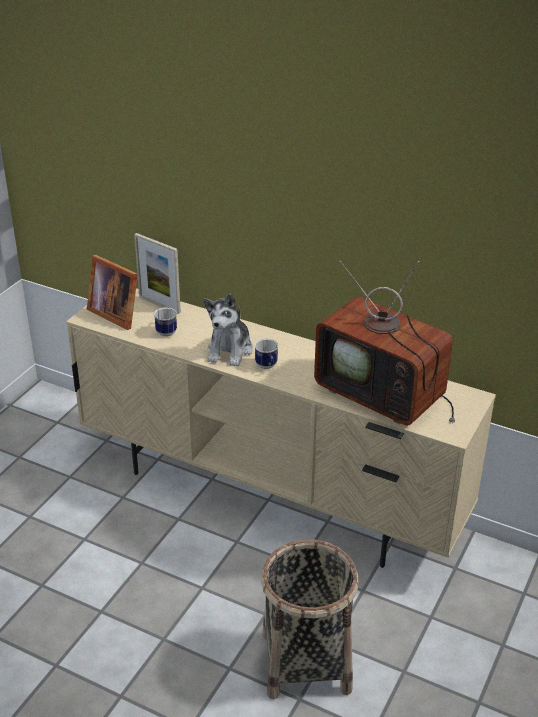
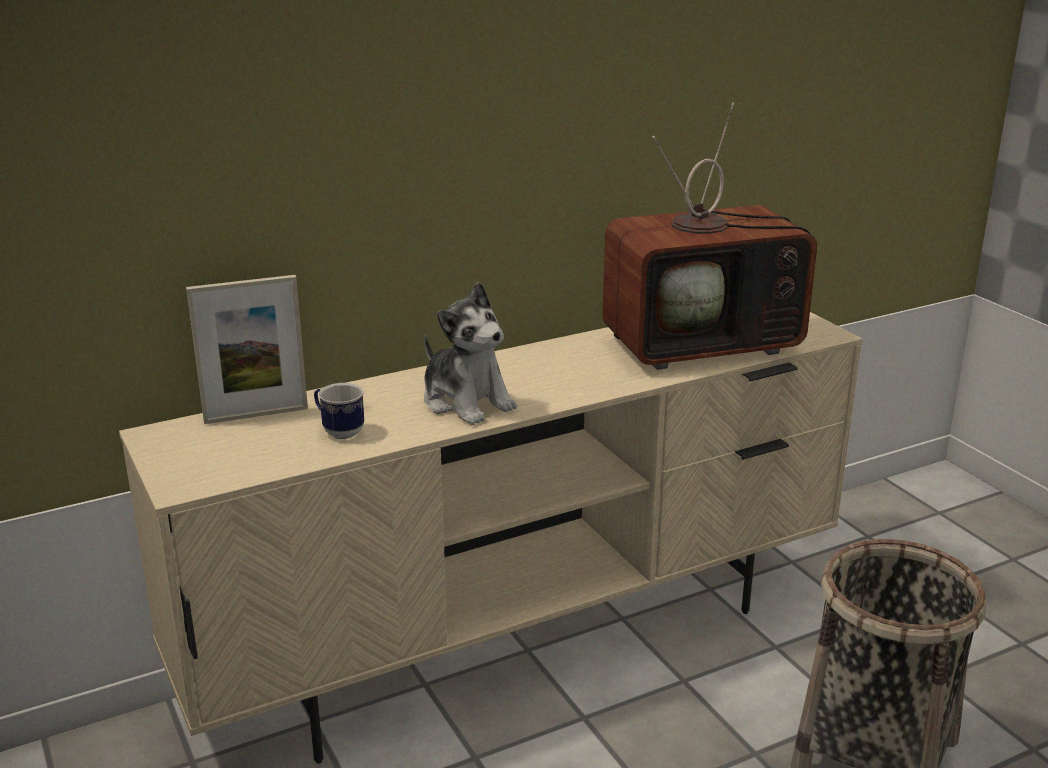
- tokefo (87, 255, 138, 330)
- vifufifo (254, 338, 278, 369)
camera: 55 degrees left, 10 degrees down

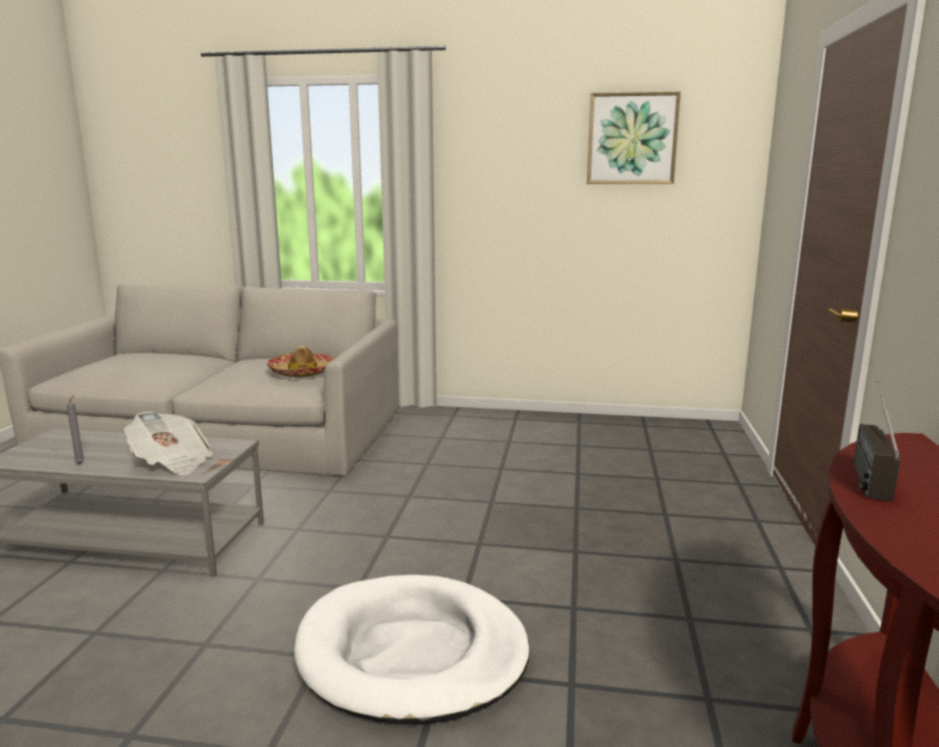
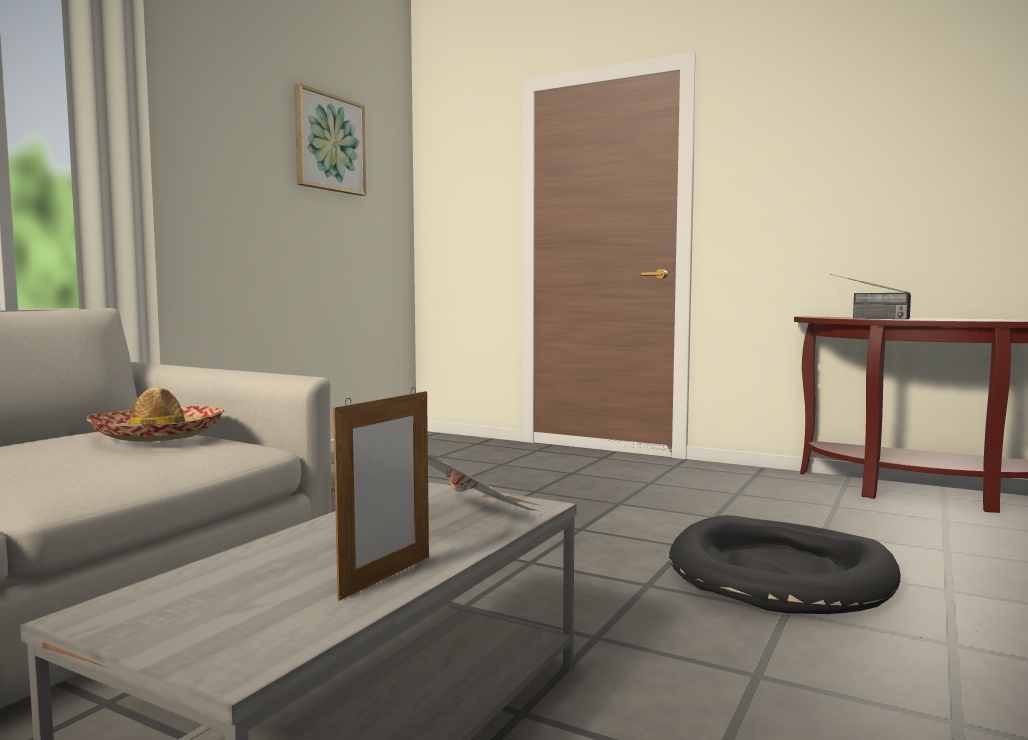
~ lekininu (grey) (66, 395, 84, 464) to tokefo (333, 387, 429, 601)
~ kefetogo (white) (294, 575, 530, 725) to kefetogo (black) (669, 515, 901, 614)
camera: 70 degrees left, 10 degrees down

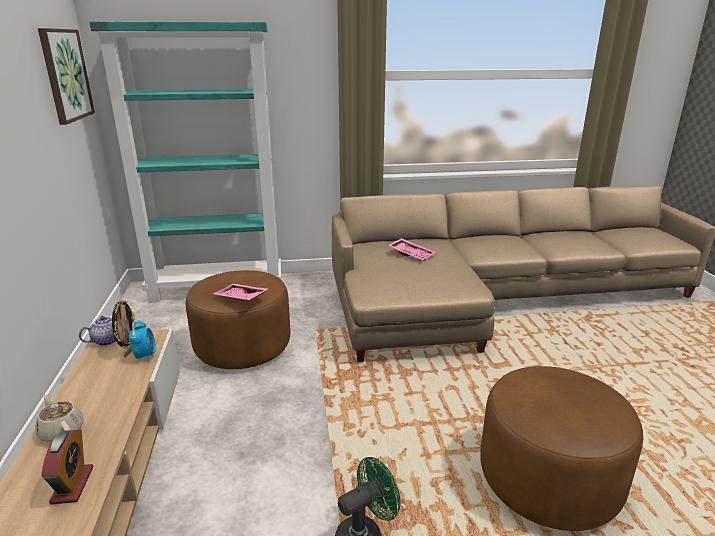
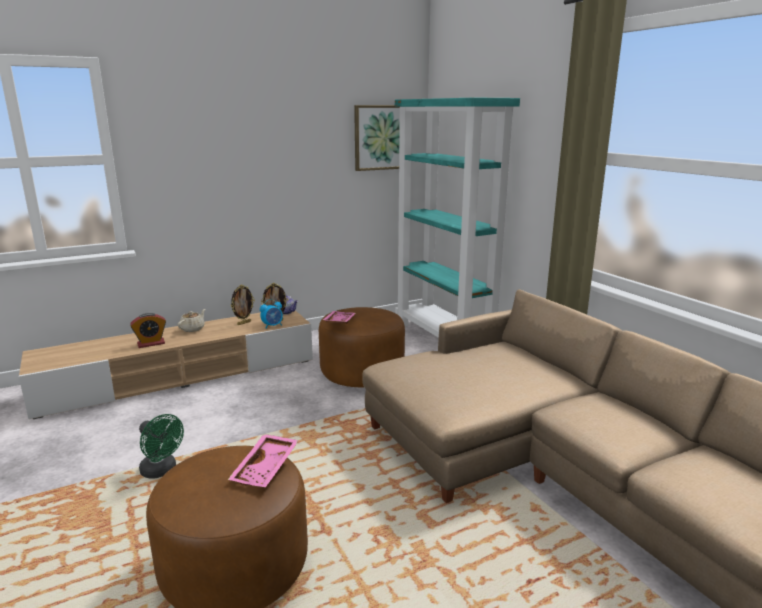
~ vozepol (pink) (388, 238, 436, 261) to (228, 434, 299, 487)
+ tokefo (231, 285, 255, 325)
camera: 70 degrees right, 5 degrees down

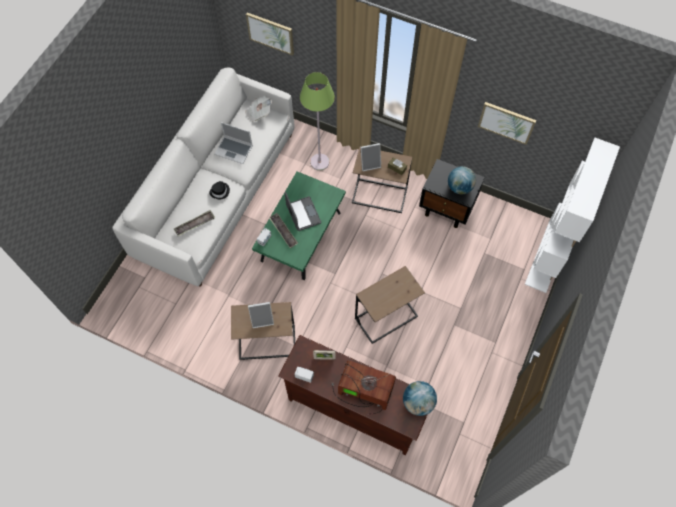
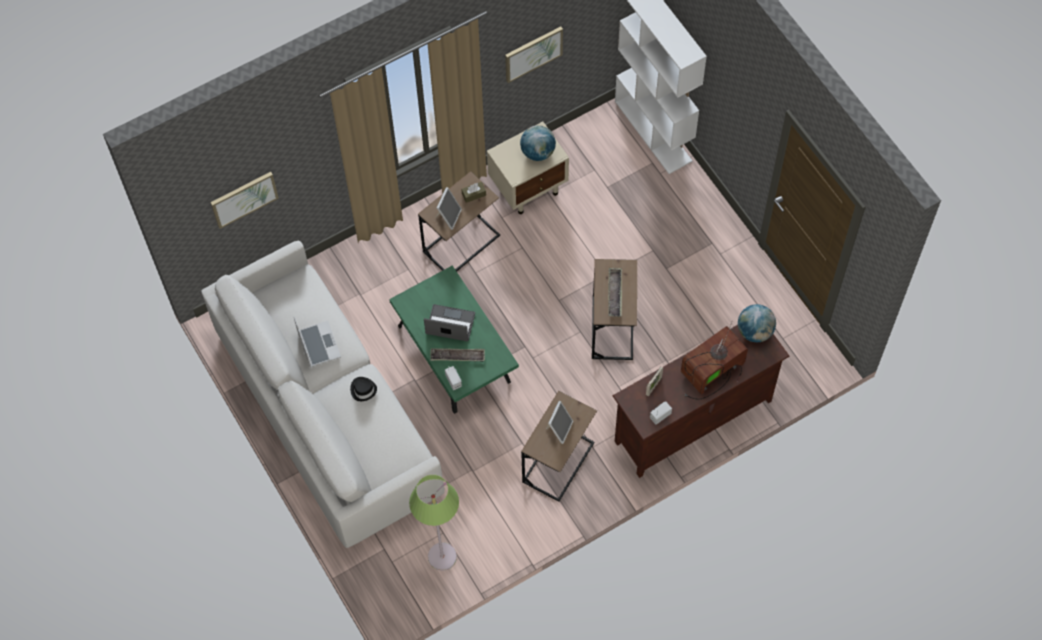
~ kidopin (215, 122, 253, 164) = (294, 316, 341, 368) 75 degrees counterclockwise
~ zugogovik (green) (300, 72, 335, 171) to (409, 475, 459, 571)
~ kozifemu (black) (419, 159, 485, 228) to kozifemu (beige) (487, 122, 569, 214)
~ vozepol (174, 210, 215, 236) to (608, 268, 622, 317)
- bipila (245, 95, 272, 122)
camera: 55 degrees left, 0 degrees up

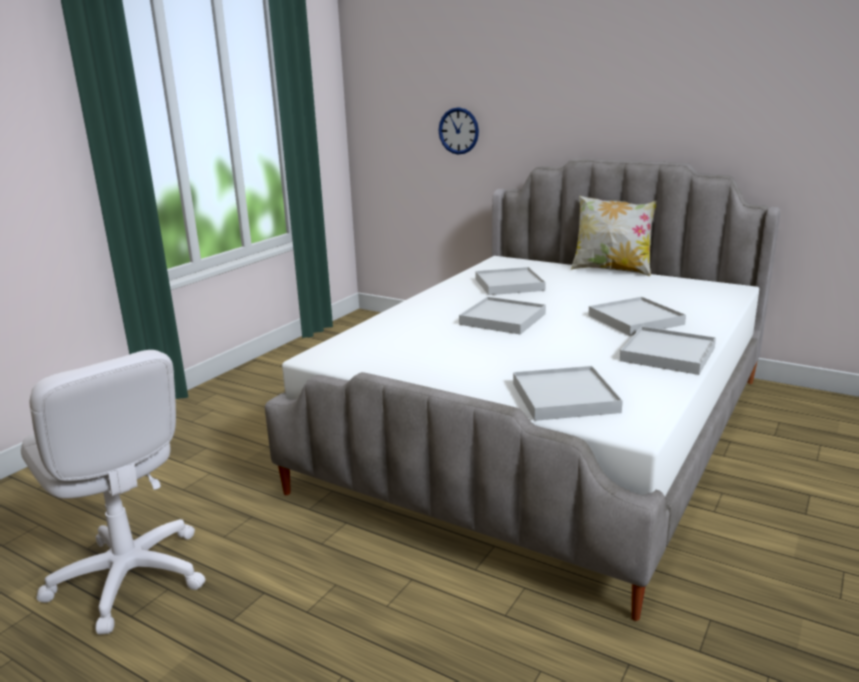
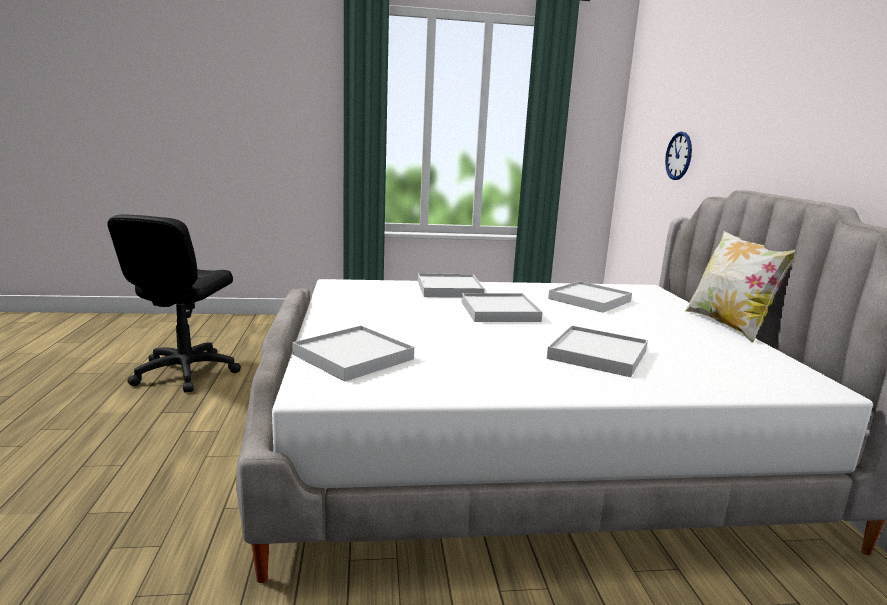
~ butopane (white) (21, 350, 205, 635) to butopane (black) (107, 214, 241, 392)
~ vozepol (white) (620, 326, 716, 375) to (418, 273, 485, 297)
camera: 50 degrees right, 5 degrees down

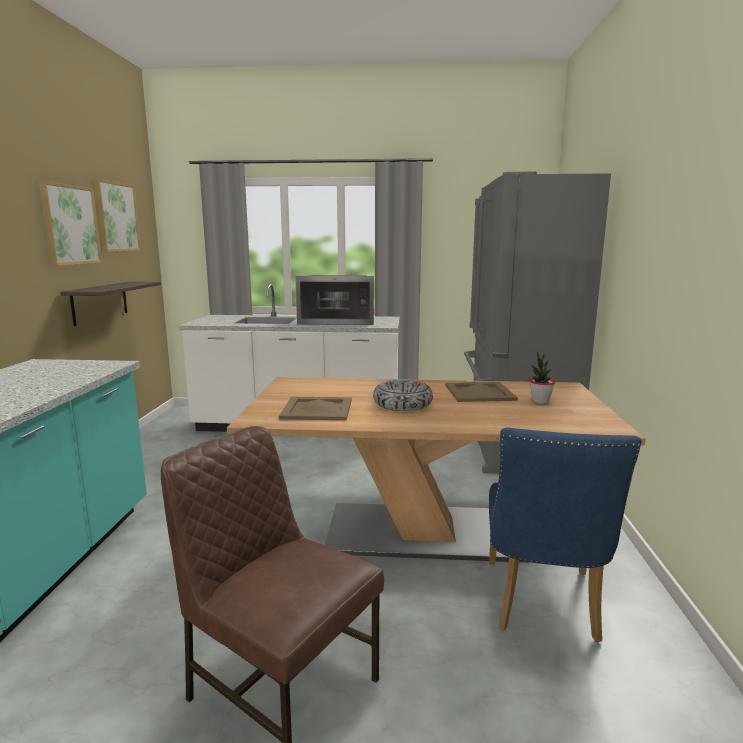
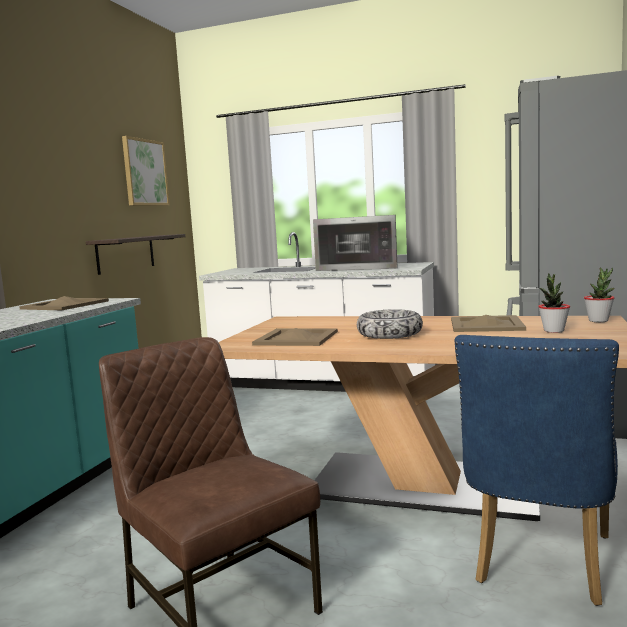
+ vozepol (beige) (19, 296, 109, 310)
+ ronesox (584, 267, 615, 322)
- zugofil (39, 181, 102, 266)
camera: 15 degrees right, 5 degrees down

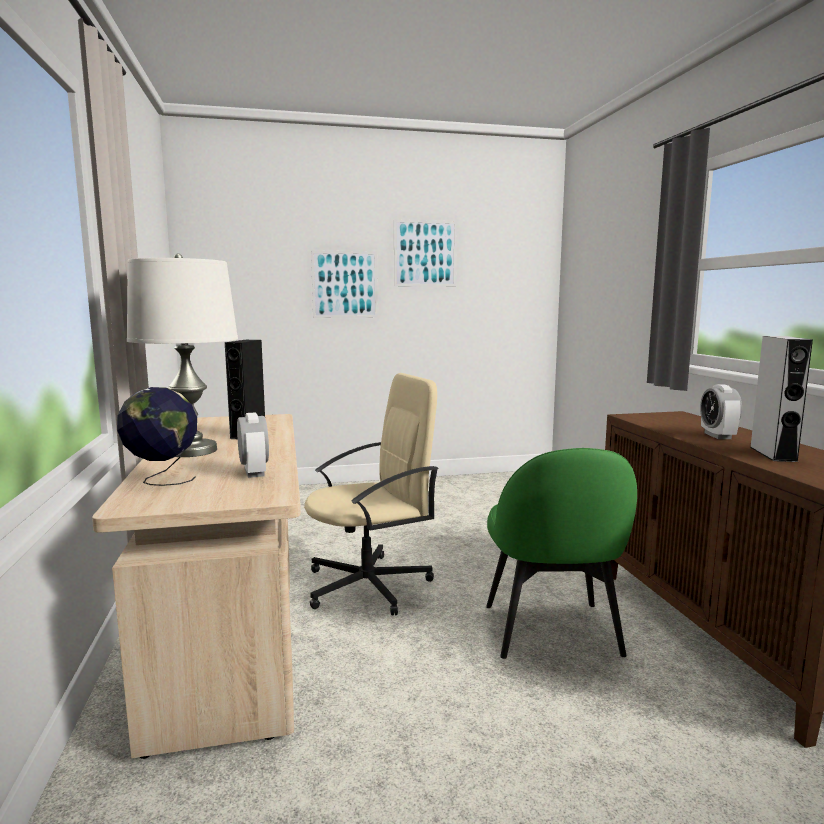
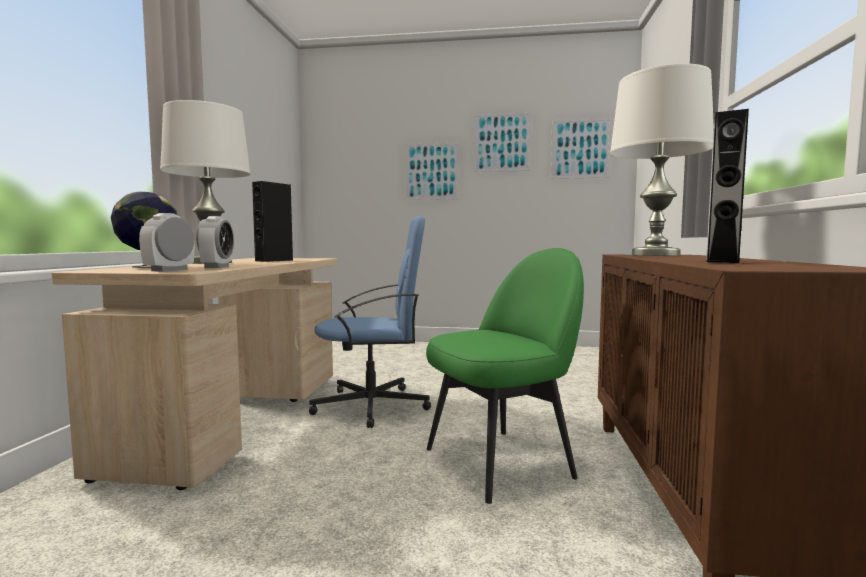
~ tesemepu (700, 384, 742, 439) to (139, 213, 195, 272)
~ butopane (beige) (304, 373, 439, 616) to butopane (blue) (309, 216, 431, 428)
~ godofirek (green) (486, 448, 637, 659) = (426, 248, 584, 504) 135 degrees counterclockwise
+ zugofil (551, 118, 612, 179)
+ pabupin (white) (610, 64, 714, 256)
camera: 20 degrees right, 5 degrees down

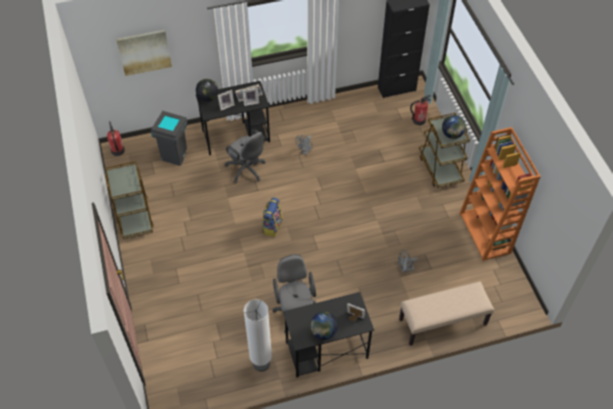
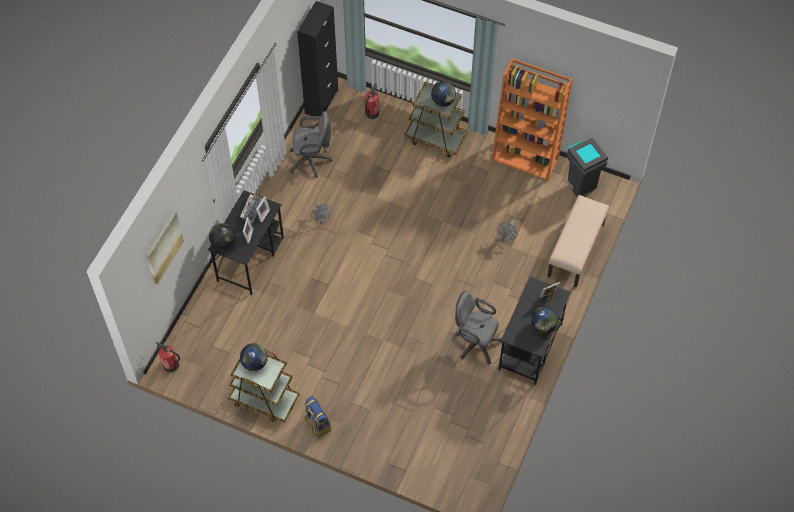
+ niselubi (240, 343, 268, 371)
~ butopane (grey) (225, 129, 265, 183) to (290, 111, 333, 178)
~ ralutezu (262, 197, 283, 237) to (304, 396, 331, 438)
~ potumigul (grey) (151, 111, 187, 166) to (566, 138, 608, 197)
- zugogovik (white) (244, 299, 272, 372)
camera: 50 degrees left, 5 degrees up

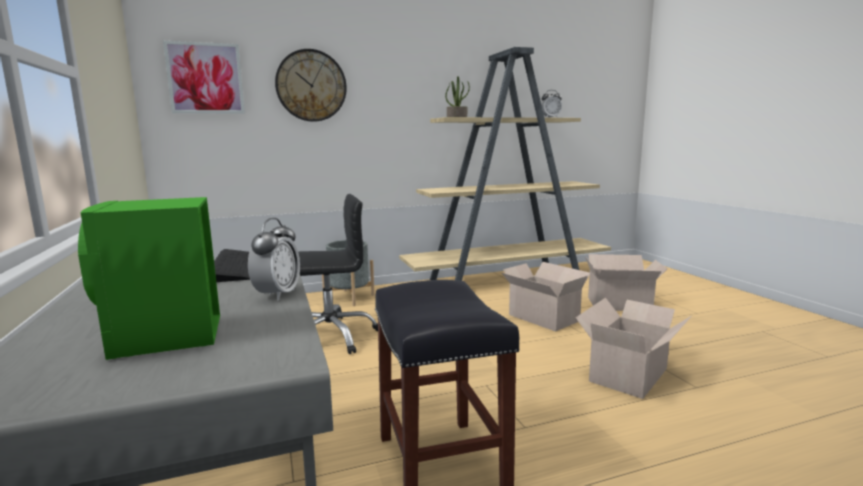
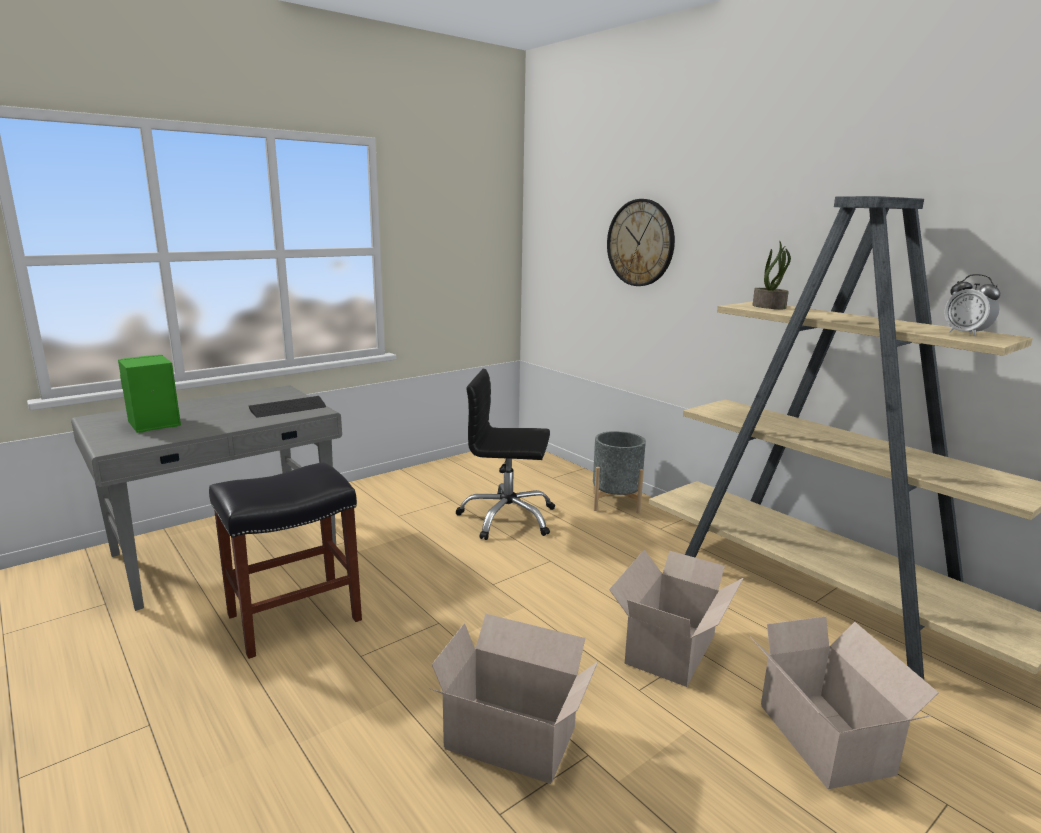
~ butopane (black) (298, 194, 378, 354) = (455, 369, 555, 540) 135 degrees clockwise
- zugofil (163, 41, 245, 113)
- tesemepu (248, 218, 300, 301)
camera: 70 degrees right, 5 degrees up

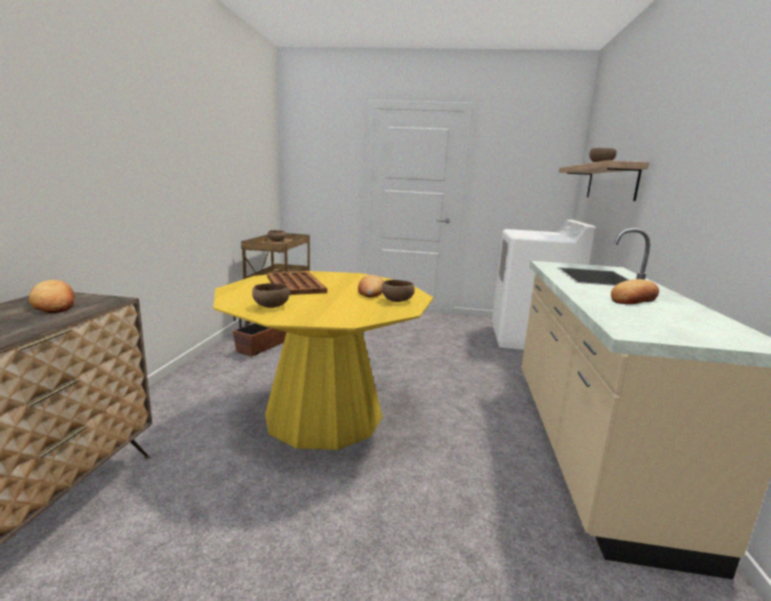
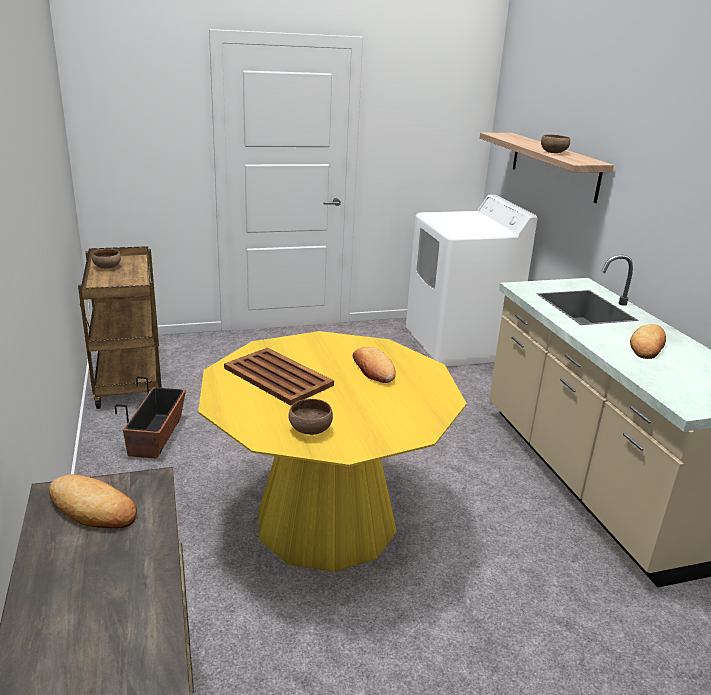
- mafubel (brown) (382, 280, 415, 302)
camera: 25 degrees left, 10 degrees up

